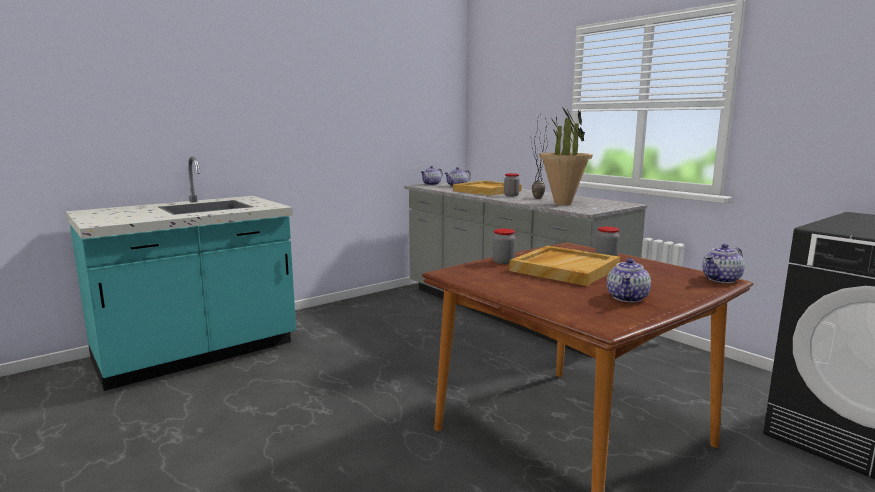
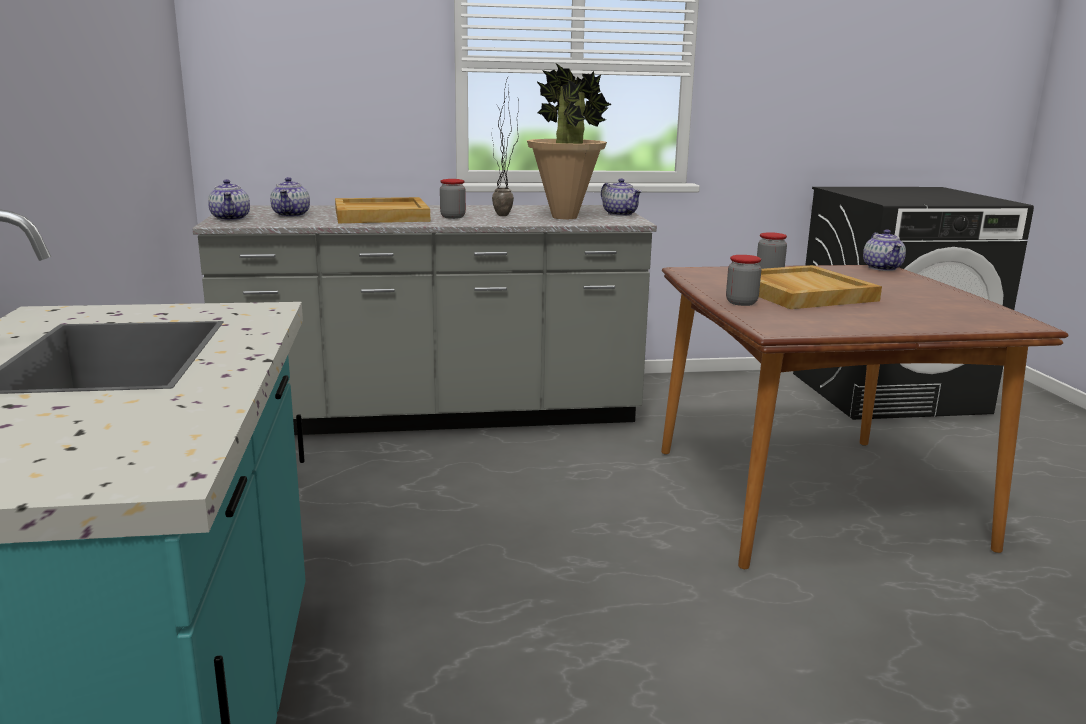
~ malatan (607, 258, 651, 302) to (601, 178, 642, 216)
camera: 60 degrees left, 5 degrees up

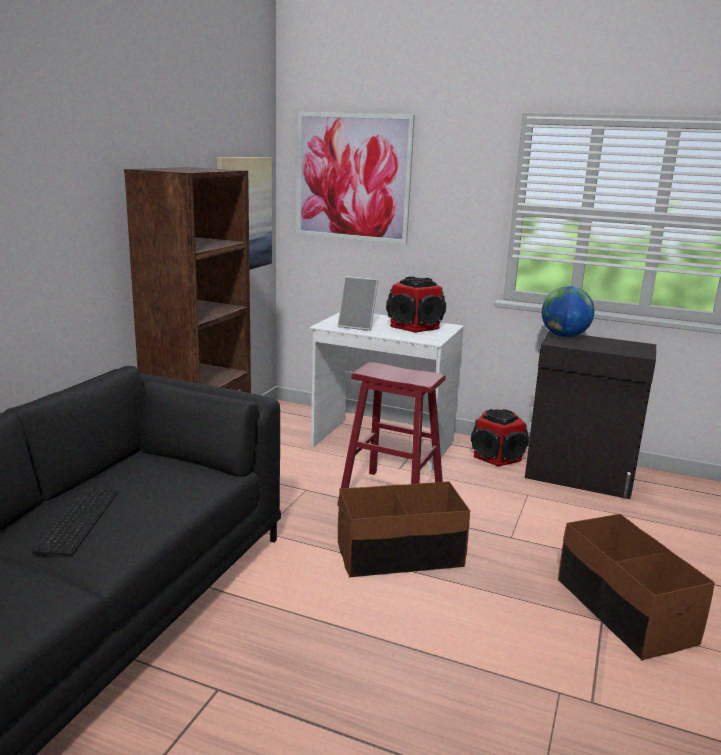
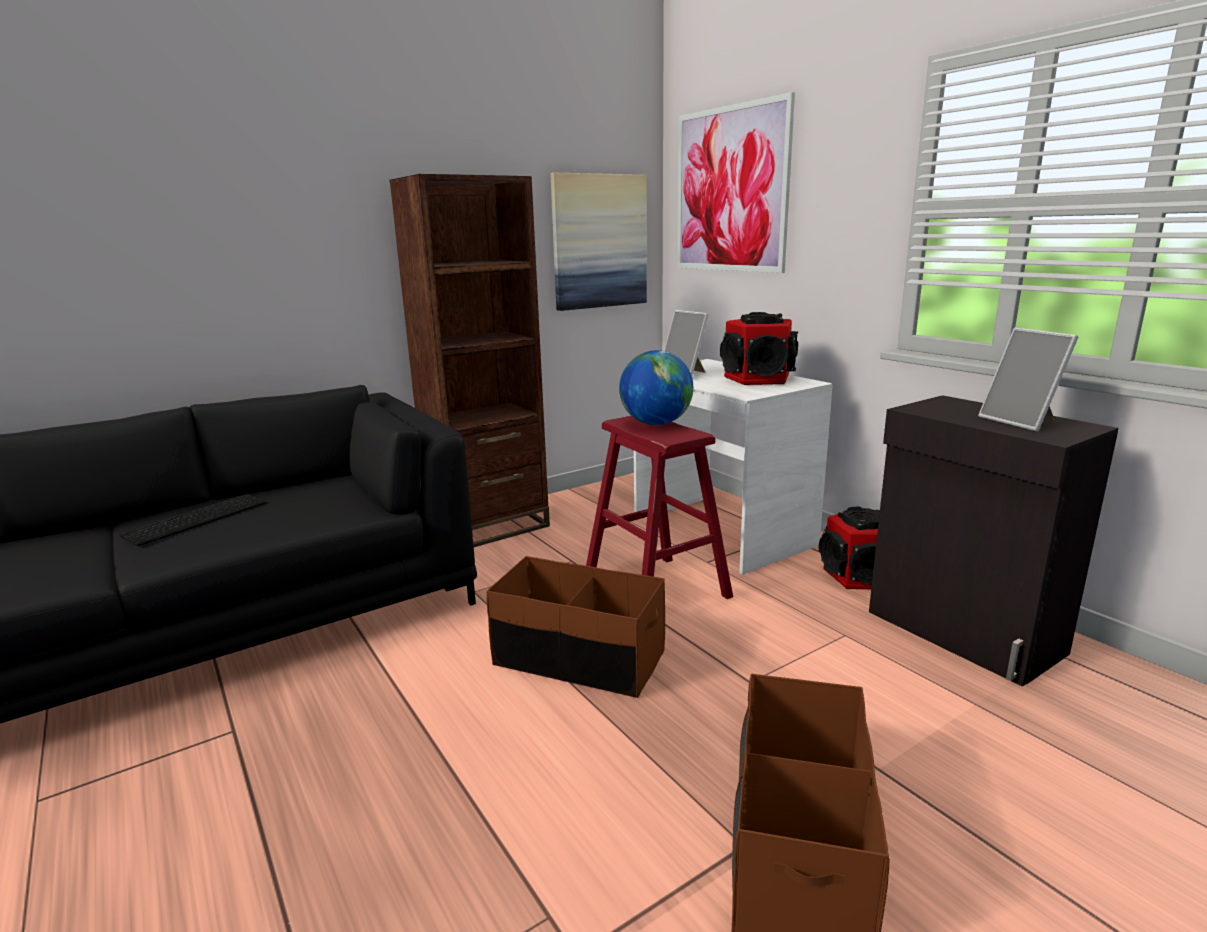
~ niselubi (542, 286, 594, 337) to (619, 350, 693, 425)
+ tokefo (978, 328, 1078, 432)
camera: 35 degrees right, 0 degrees up

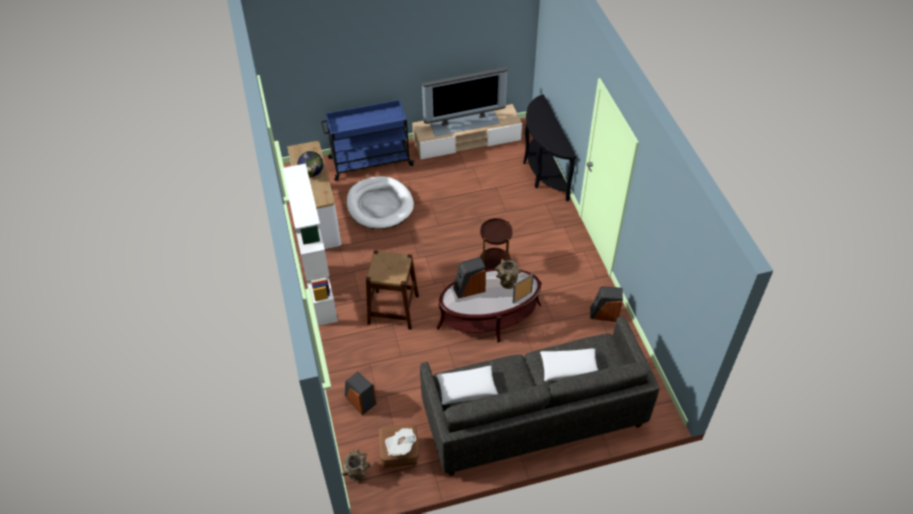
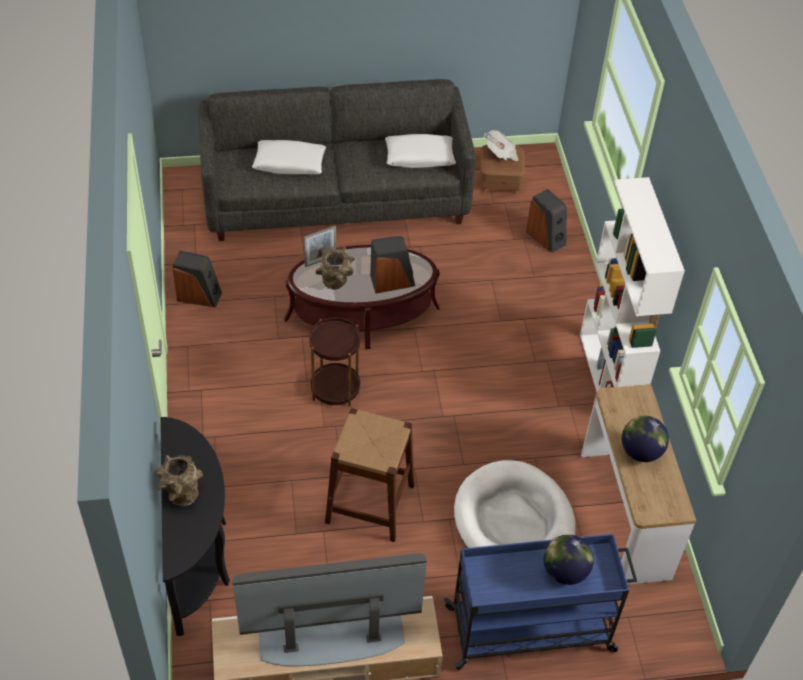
~ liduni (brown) (342, 449, 371, 482) to (155, 455, 203, 506)
~ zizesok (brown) (366, 251, 419, 330) to (325, 408, 414, 542)
+ niselubi (544, 534, 594, 585)
camera: 175 degrees left, 0 degrees up

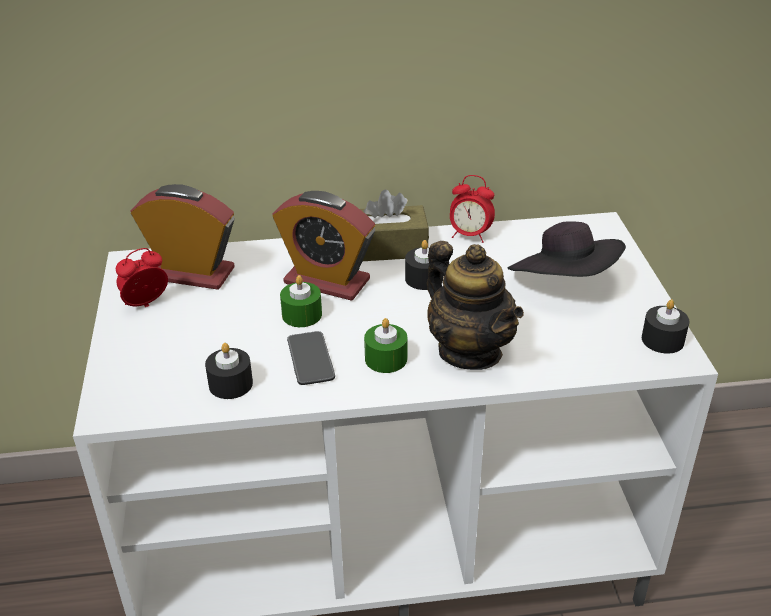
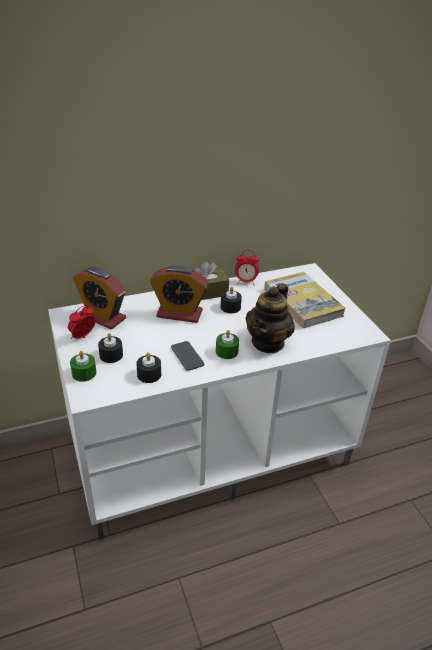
~ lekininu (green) (280, 275, 322, 327) to (70, 351, 97, 382)
~ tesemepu (130, 184, 235, 290) = (73, 267, 126, 330) 150 degrees counterclockwise
~ lekininu (black) (642, 299, 689, 354) to (98, 333, 123, 363)
~ malatan (427, 241, 524, 370) = (245, 283, 295, 353) 75 degrees clockwise
~ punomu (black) (507, 221, 626, 277) to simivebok (264, 272, 346, 328)
camera: 15 degrees left, 0 degrees up

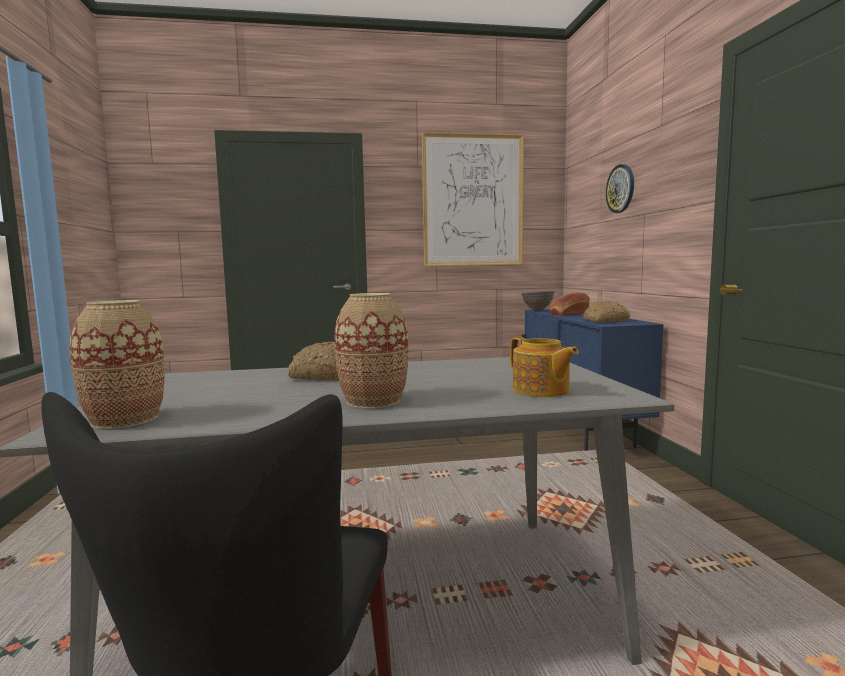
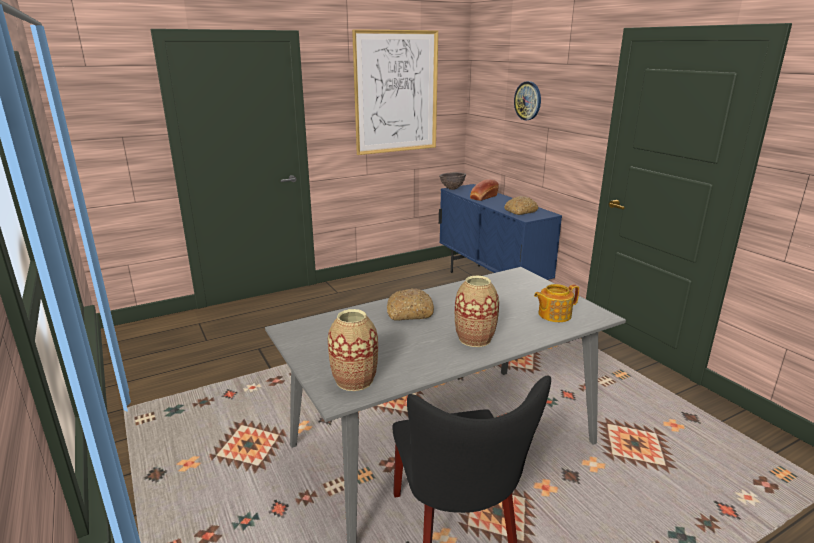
~ malatan (510, 337, 579, 397) = (534, 284, 579, 322) 120 degrees clockwise
camera: 20 degrees left, 15 degrees up

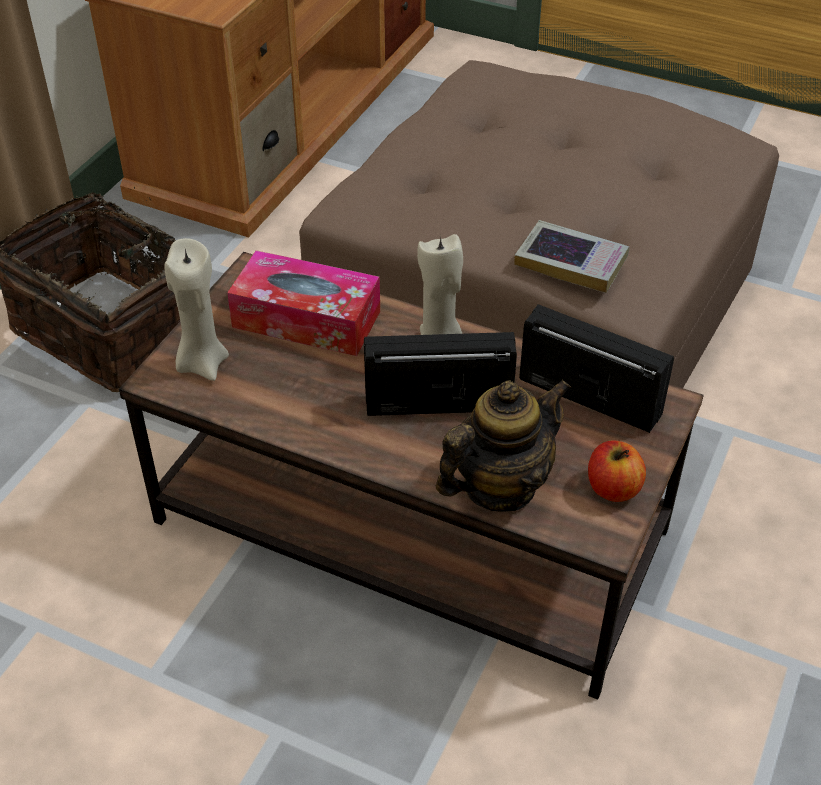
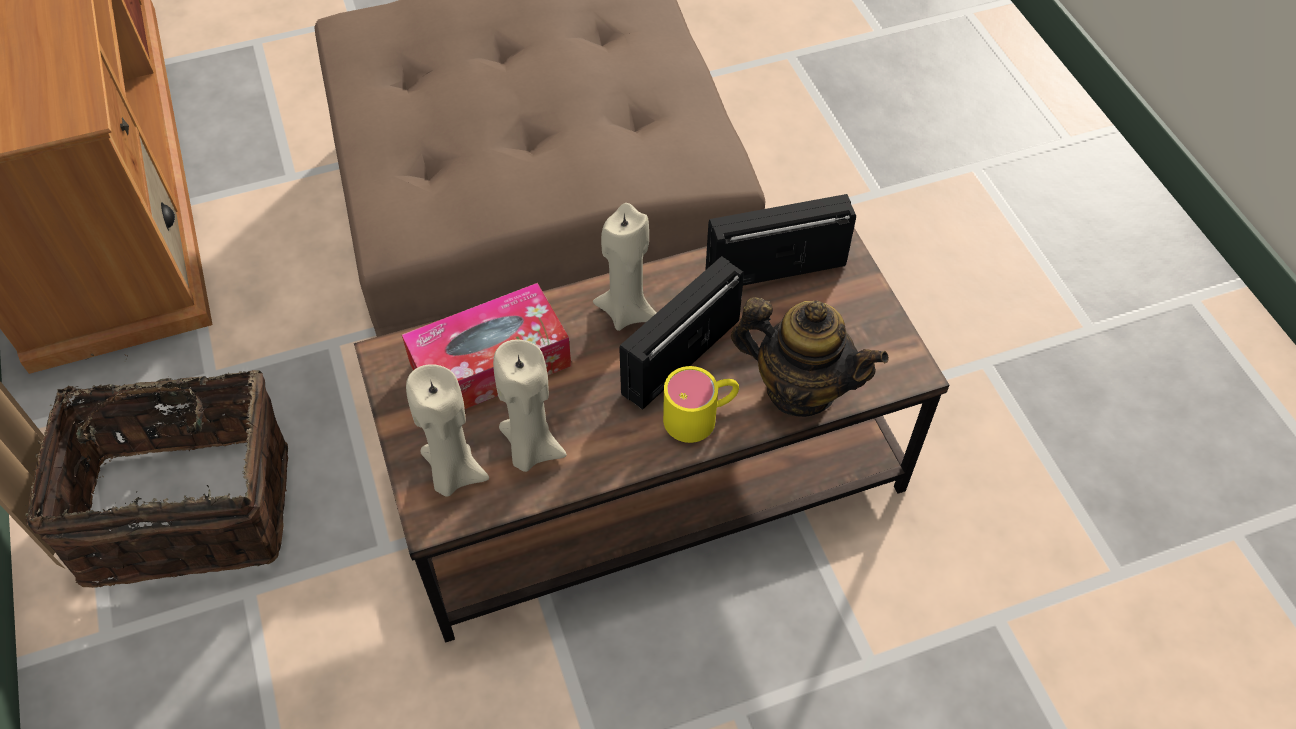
+ lekininu (beige) (493, 339, 567, 472)
+ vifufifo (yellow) (663, 366, 739, 443)
~ malatan (436, 379, 571, 511) = (731, 297, 889, 417) 105 degrees clockwise
- simivebok (514, 220, 629, 293)
- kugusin (588, 440, 646, 502)
camera: 45 degrees left, 10 degrees up

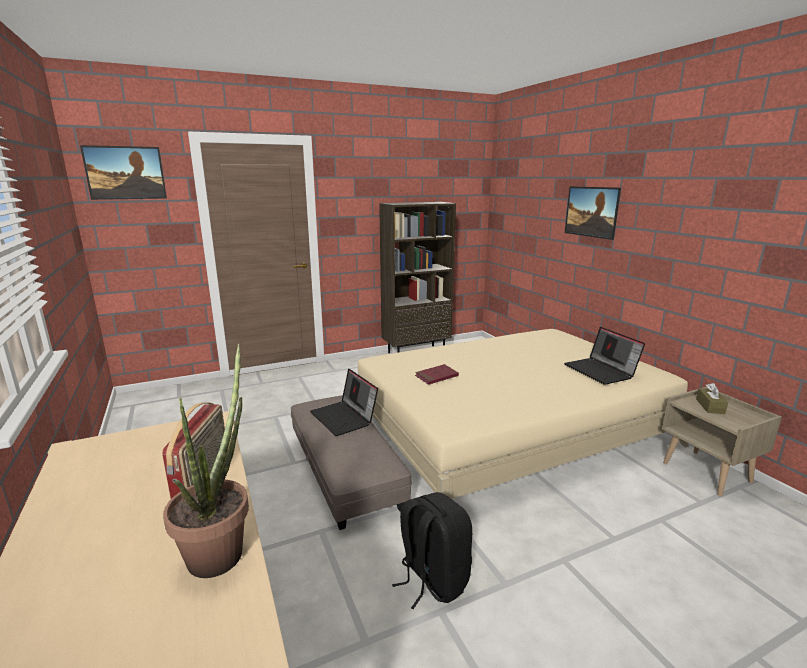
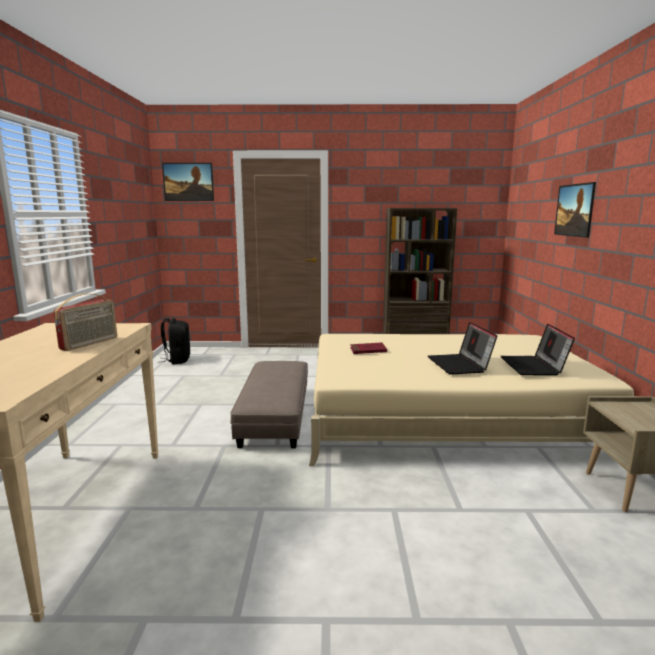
~ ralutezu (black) (392, 492, 472, 609) to (158, 318, 190, 364)
~ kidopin (310, 369, 378, 436) to (428, 322, 497, 375)
- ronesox (163, 344, 249, 578)
- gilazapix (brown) (696, 383, 728, 414)
camera: 25 degrees right, 5 degrees down

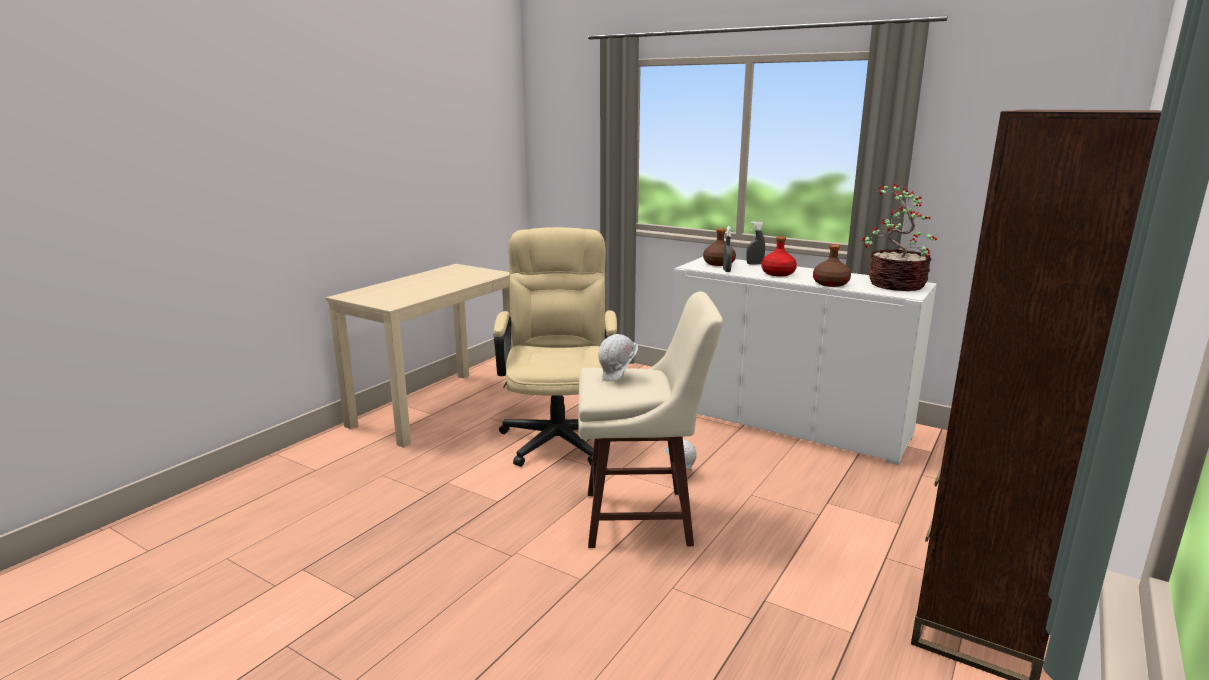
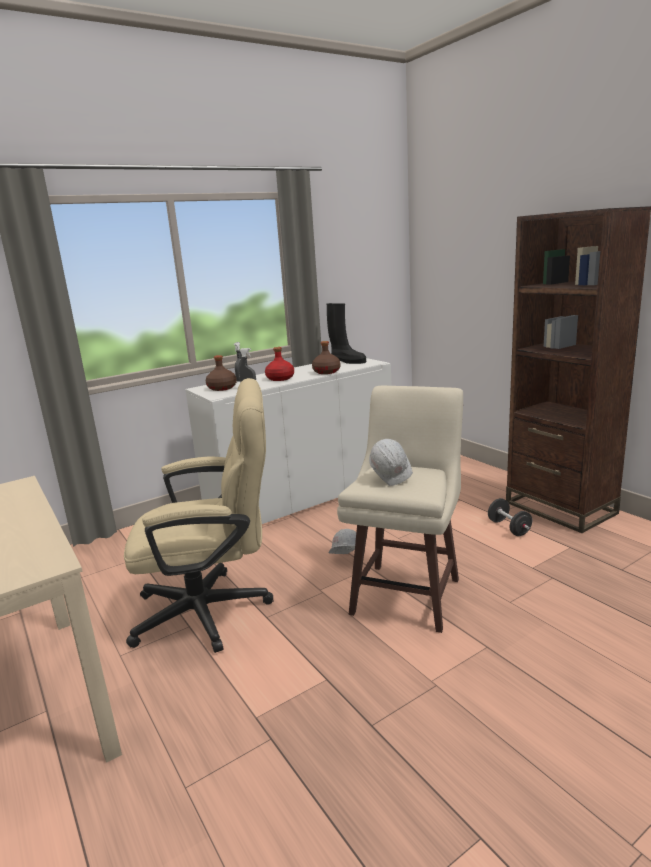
~ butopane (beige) (494, 227, 617, 467) = (124, 378, 273, 653) 150 degrees clockwise
~ ronesox (860, 183, 937, 291) to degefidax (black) (327, 303, 366, 364)
+ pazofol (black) (488, 498, 532, 536)
camera: 65 degrees left, 0 degrees up

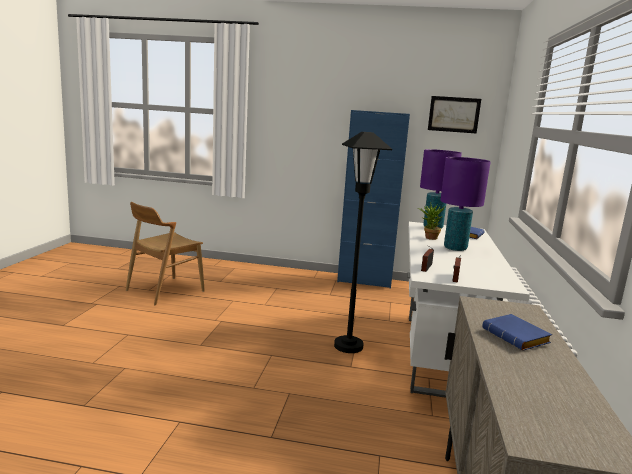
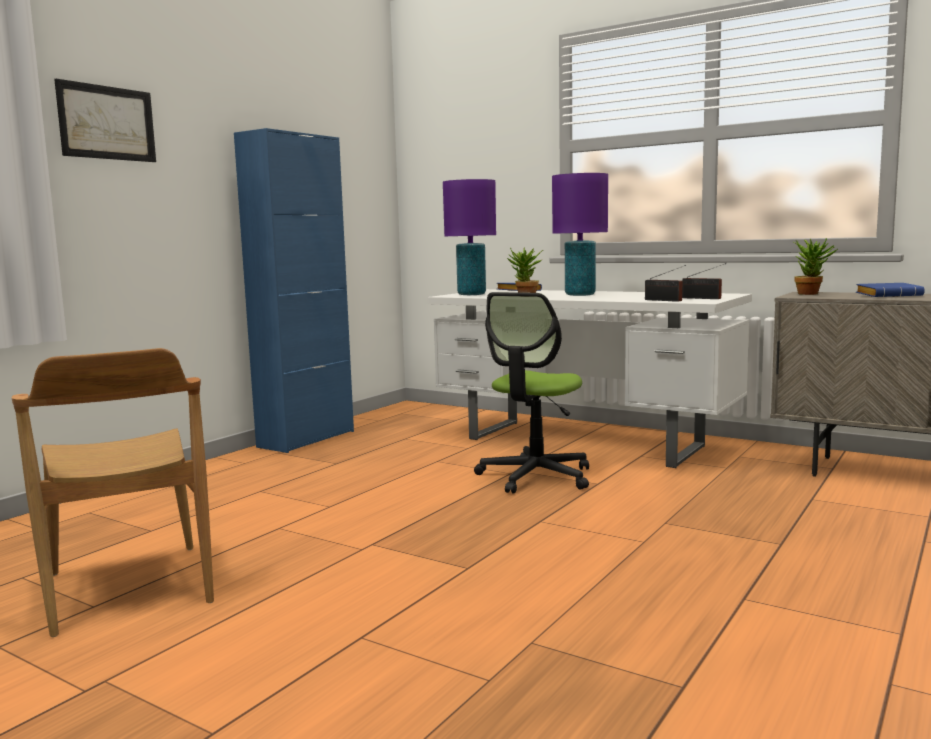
~ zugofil (428, 96, 481, 134) to (54, 79, 156, 162)
~ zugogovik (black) (334, 132, 392, 353) to butopane (474, 292, 589, 494)
+ ronesox (794, 238, 838, 295)
camera: 65 degrees left, 5 degrees down

